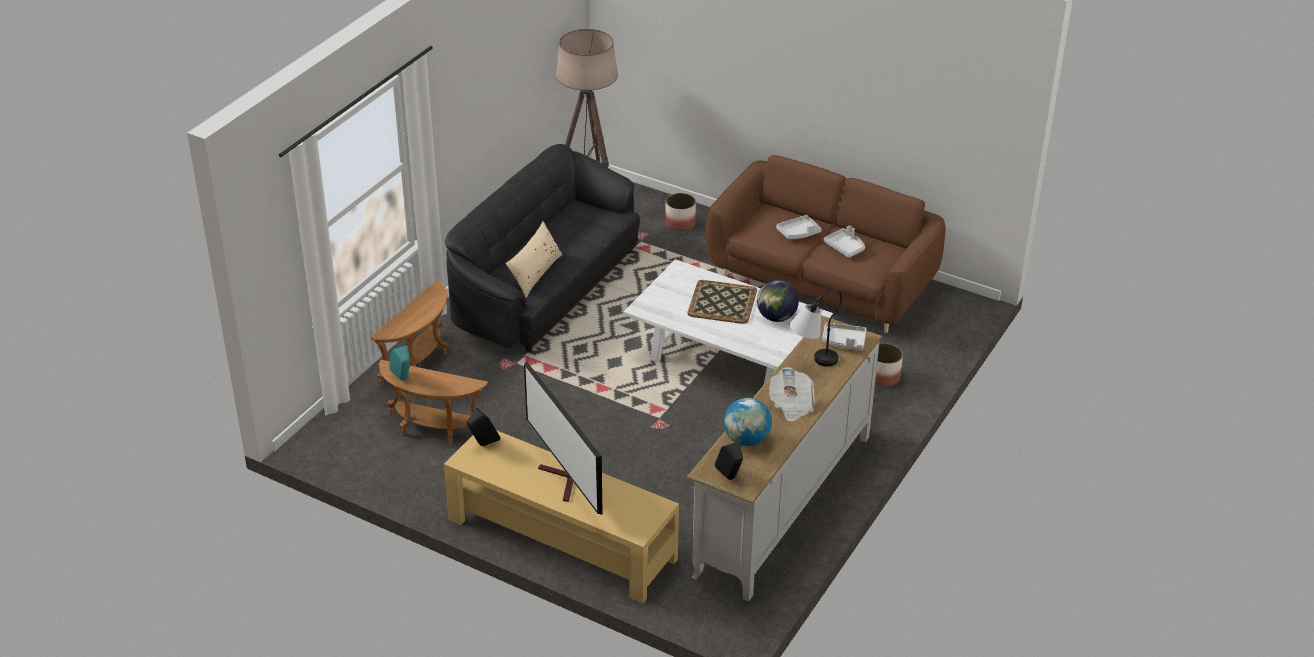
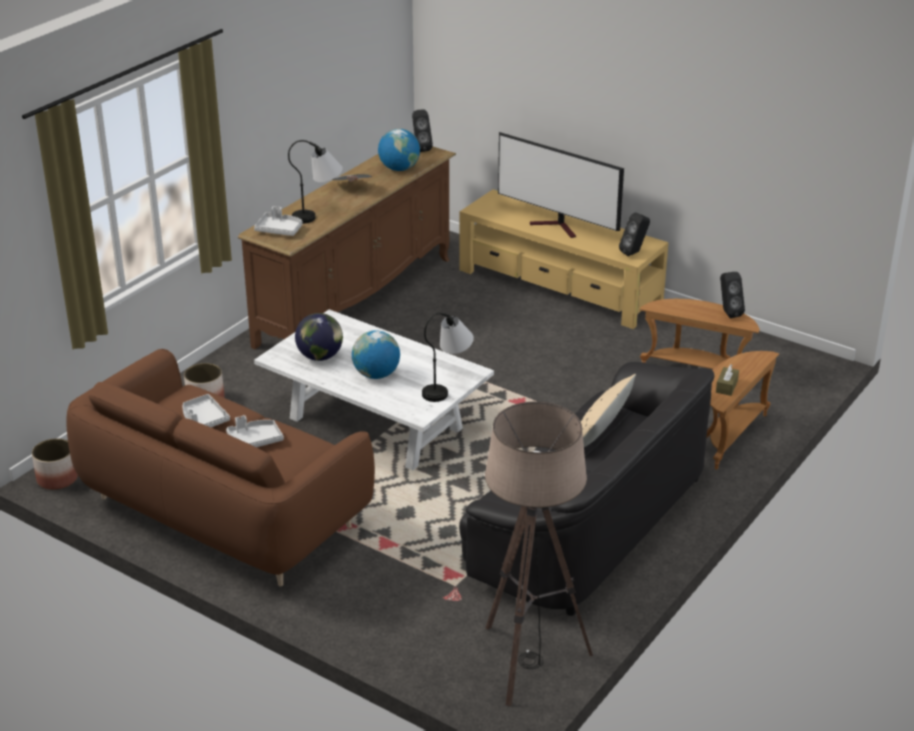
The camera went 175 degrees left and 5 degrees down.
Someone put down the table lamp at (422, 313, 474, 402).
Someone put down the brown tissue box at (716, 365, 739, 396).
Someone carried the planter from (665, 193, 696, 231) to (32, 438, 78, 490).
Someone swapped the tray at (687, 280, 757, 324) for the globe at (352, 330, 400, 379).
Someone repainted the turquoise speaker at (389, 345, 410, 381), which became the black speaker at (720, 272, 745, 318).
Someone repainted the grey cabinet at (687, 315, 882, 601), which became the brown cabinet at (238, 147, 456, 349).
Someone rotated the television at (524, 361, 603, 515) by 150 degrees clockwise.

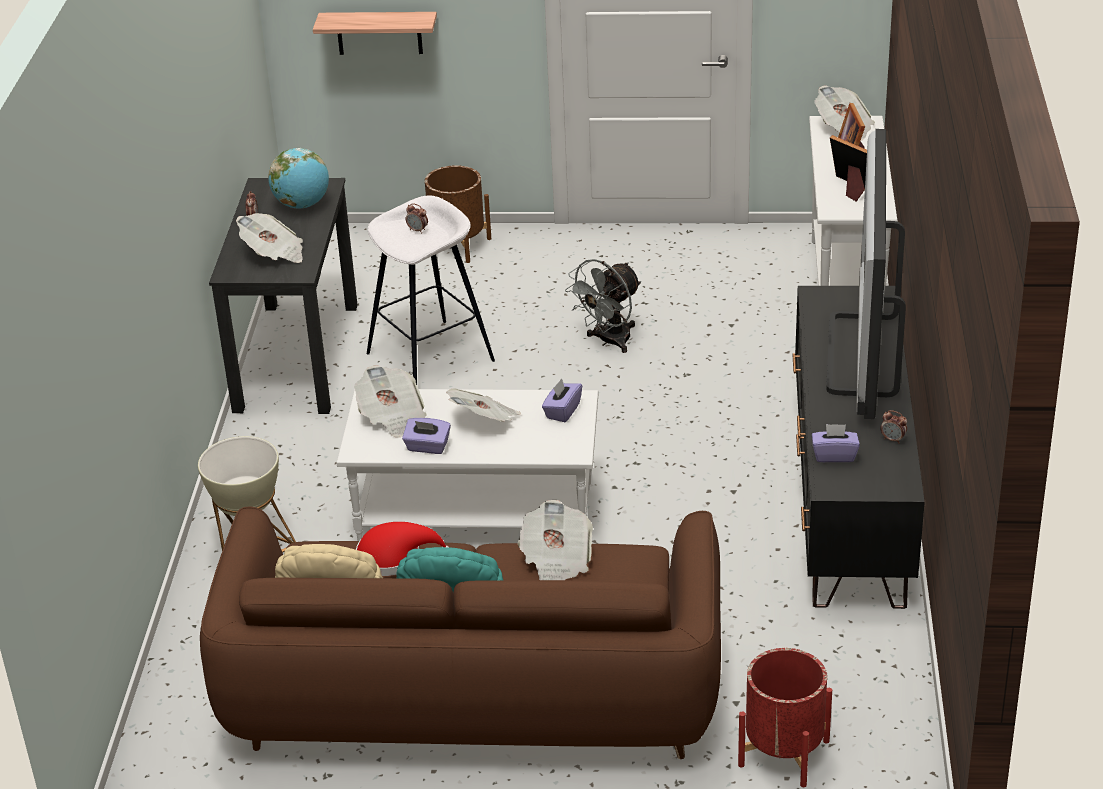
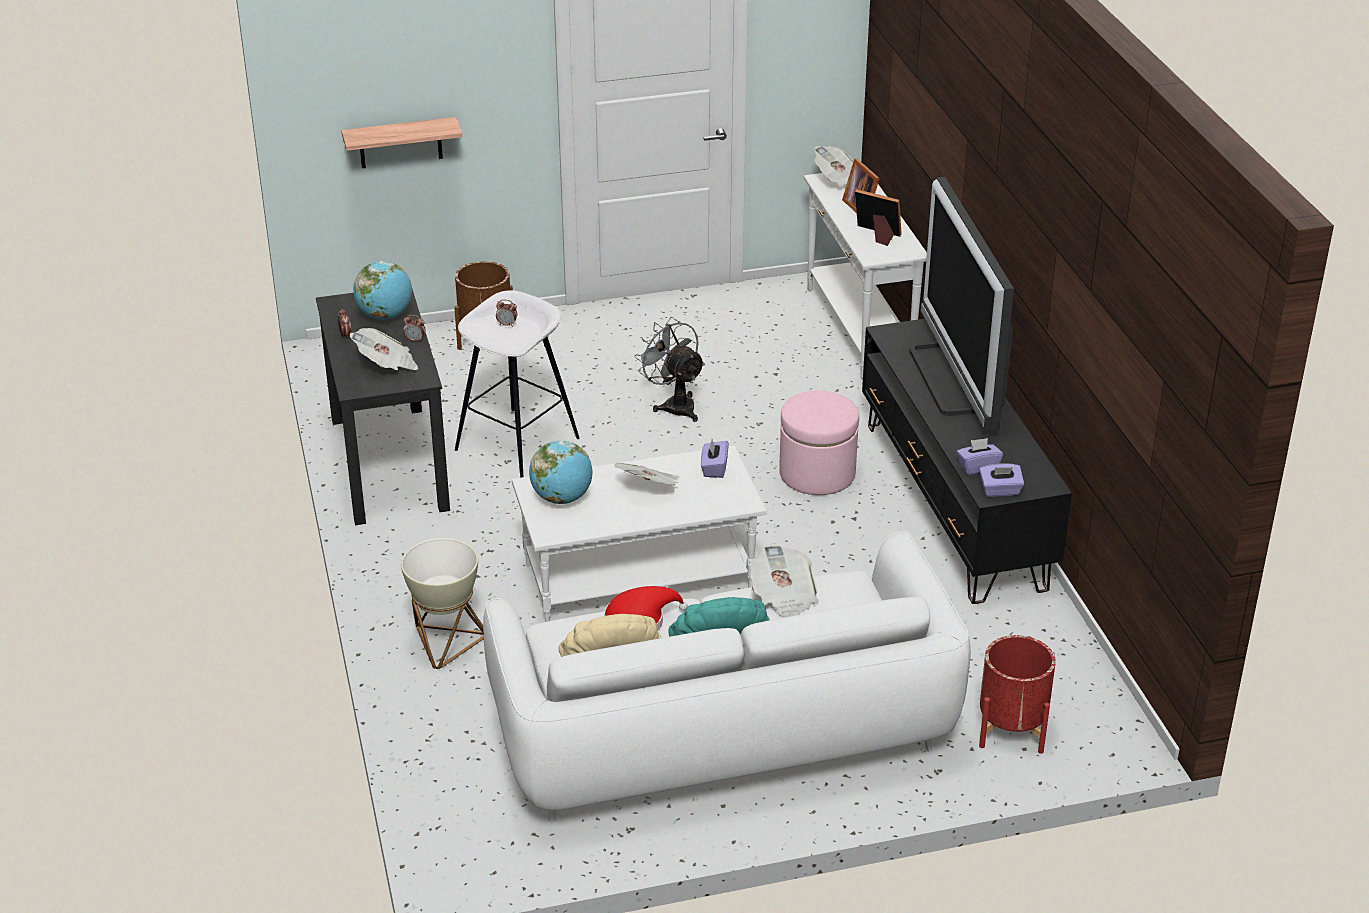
The camera went 20 degrees left and 0 degrees up.
Someone put down the pink ottoman at (779, 391, 859, 495).
Someone carried the purple tissue box from (402, 418, 451, 454) to (979, 464, 1024, 497).
Someone carried the alarm clock from (880, 410, 907, 444) to (403, 315, 426, 343).
Someone swapped the newspaper at (354, 365, 426, 438) for the globe at (529, 441, 593, 504).
Someone repainted the brown sofa at (200, 507, 721, 759), which became the white sofa at (483, 531, 971, 822).
Someone rotated the grey fan at (565, 259, 641, 353) by 120 degrees clockwise.

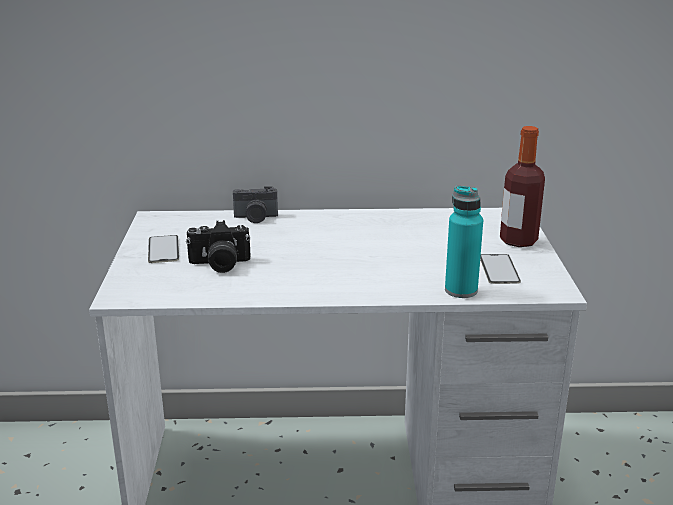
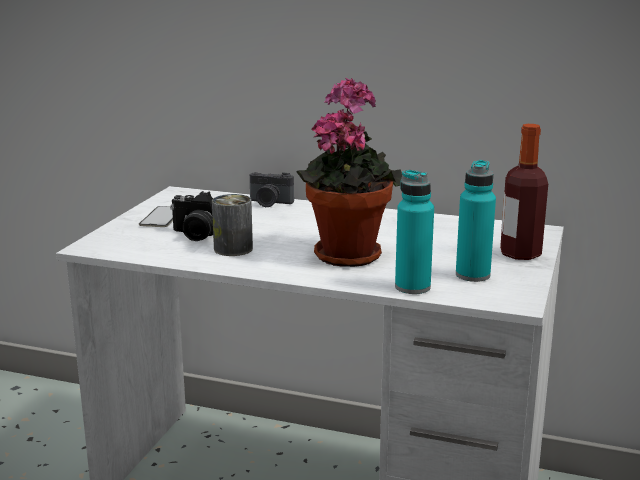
The camera went 20 degrees right and 5 degrees down.
Someone put down the can at (212, 194, 253, 256).
Someone put down the potted plant at (296, 78, 402, 267).
Someone swapped the phone at (480, 254, 521, 284) for the turquoise bottle at (456, 160, 496, 282).

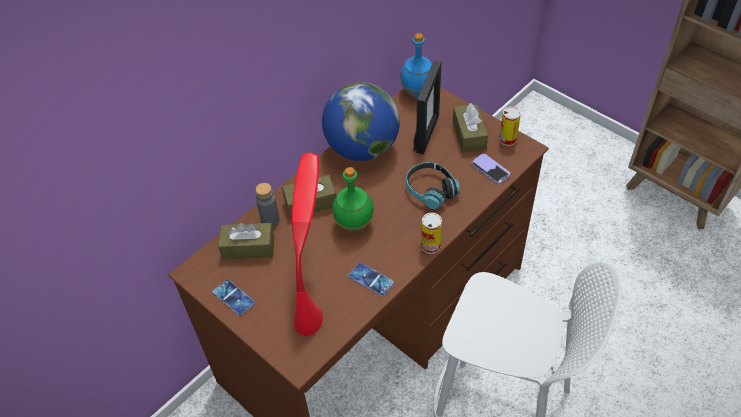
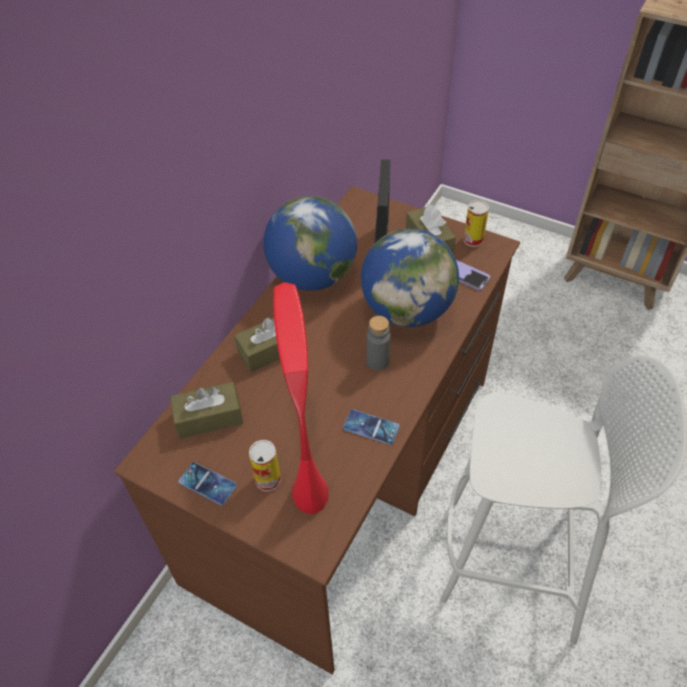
The camera went 15 degrees left and 0 degrees up.
Someone took away the green bottle at (332, 167, 374, 232).
Someone took away the blue bottle at (400, 33, 432, 97).
Someone carried the grey bottle from (256, 183, 280, 227) to (366, 316, 391, 370).
Someone carried the can from (421, 212, 442, 254) to (249, 440, 281, 492).
Someone swapped the headphones at (406, 162, 460, 209) for the globe at (361, 228, 459, 327).

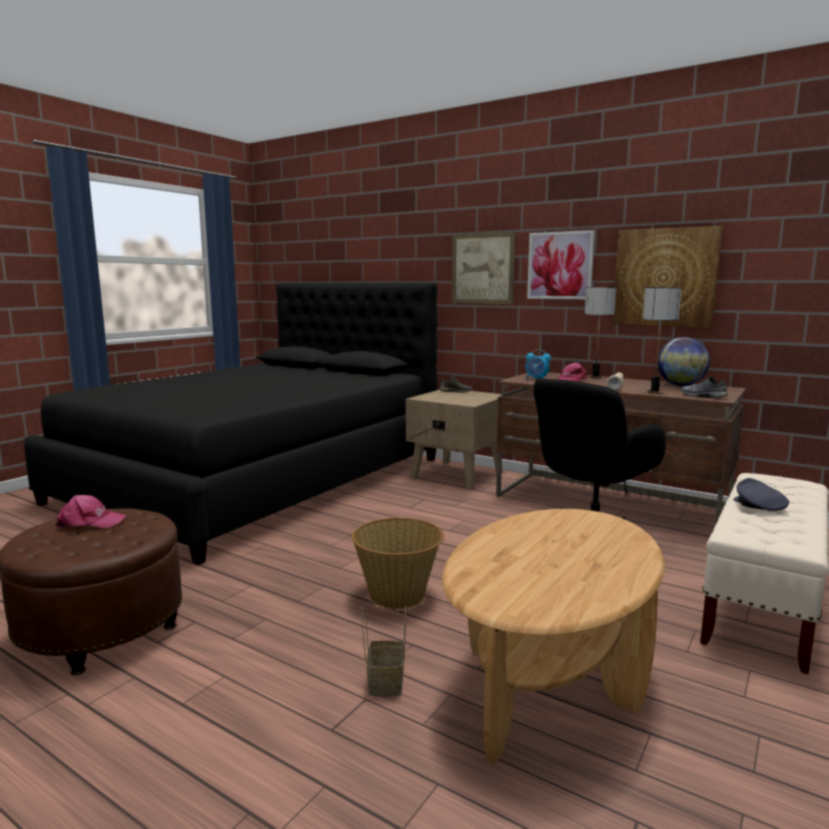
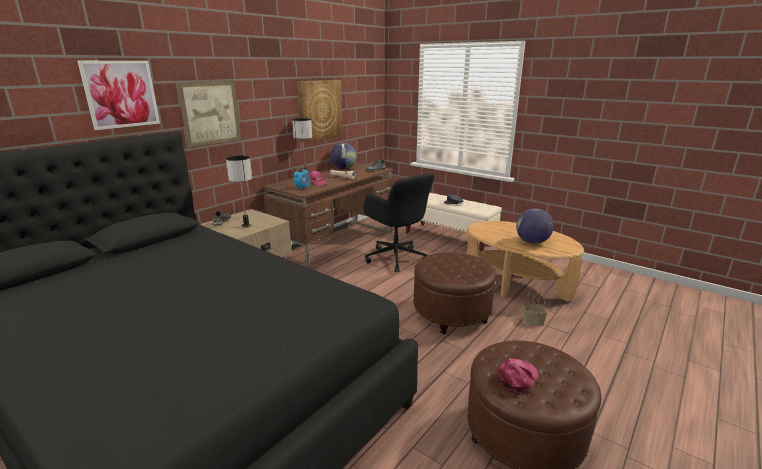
The camera went 85 degrees left and 10 degrees up.
Someone put down the globe at (516, 208, 554, 244).
Someone carried the picture from (527, 230, 595, 299) to (77, 61, 160, 130).
Someone carried the table lamp from (643, 287, 681, 394) to (226, 156, 252, 228).
Someone swapped the basket at (352, 518, 444, 609) for the brown ottoman at (413, 253, 496, 334).
Someone rotated the pink cap at (55, 495, 126, 528) by 45 degrees clockwise.

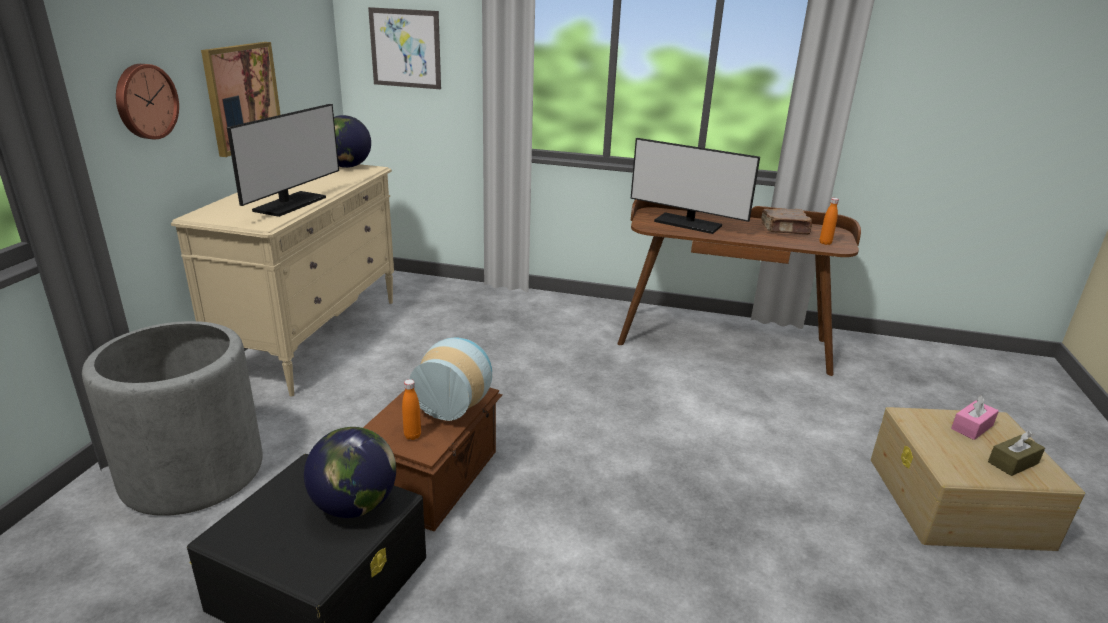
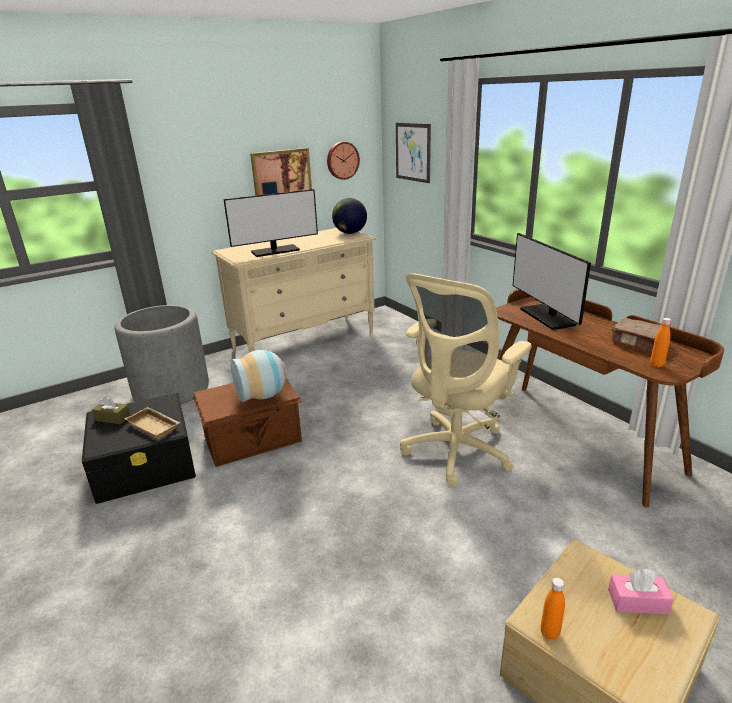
The camera went 45 degrees right and 0 degrees up.
Someone put down the beige office chair at (400, 273, 532, 487).
Someone carried the wall clock from (116, 64, 179, 139) to (327, 142, 360, 180).
Someone carried the orange bottle from (402, 379, 421, 440) to (540, 578, 565, 640).
Someone carried the brown tissue box from (988, 432, 1045, 476) to (92, 396, 131, 424).
Someone swapped the globe at (304, 427, 396, 518) for the beige tray at (124, 407, 180, 439).

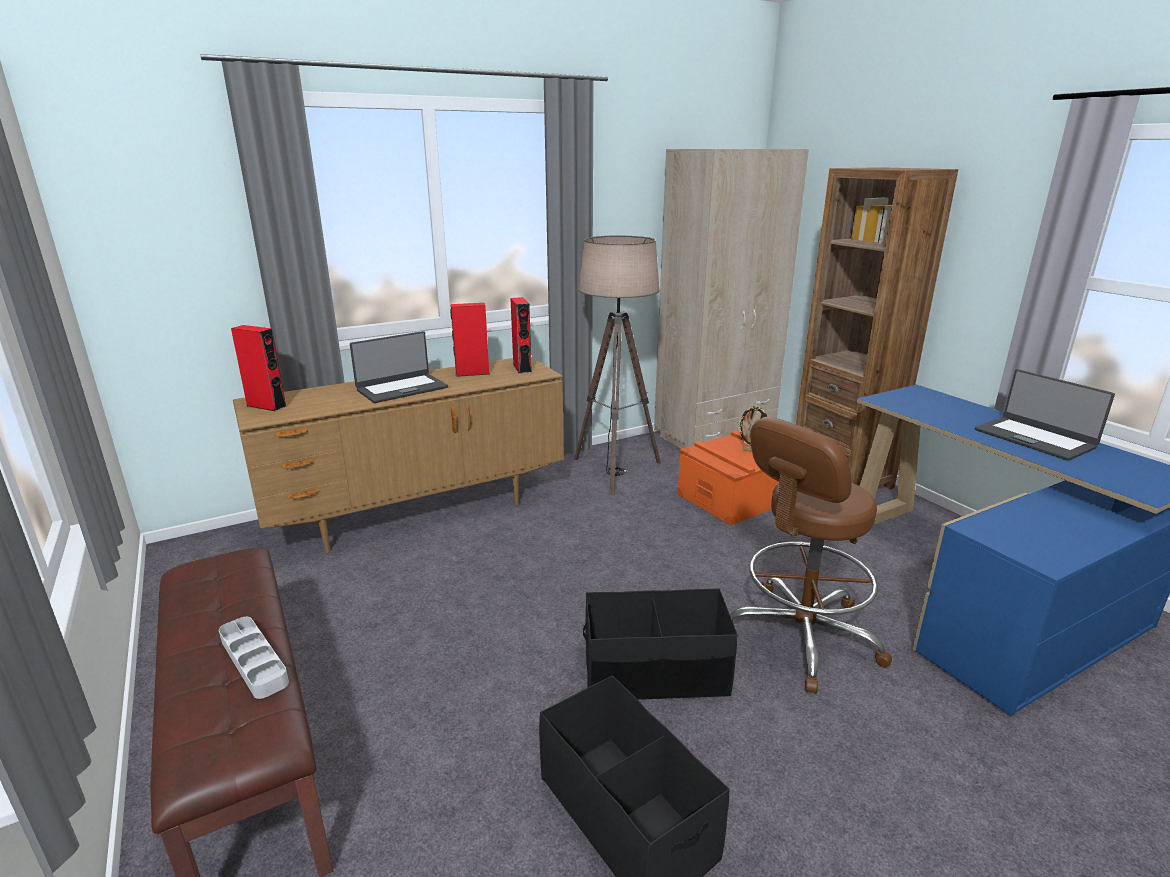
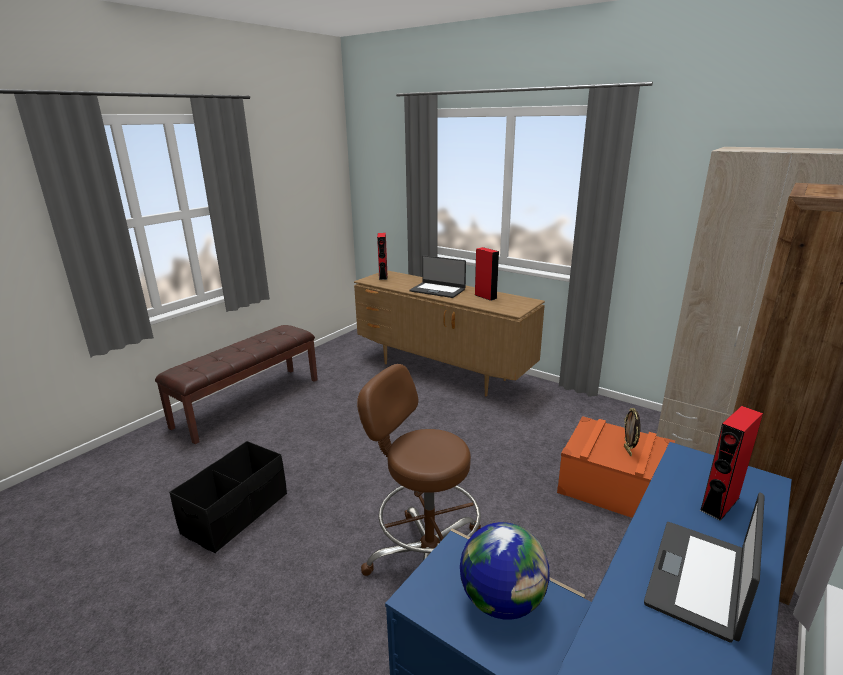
The camera went 65 degrees right and 0 degrees up.
Someone took away the grey tray at (219, 617, 289, 699).
Someone took away the floor lamp at (574, 235, 661, 495).
Someone took away the black storage box at (583, 588, 738, 700).
Someone put down the globe at (460, 522, 550, 619).
Someone carried the red speaker from (510, 297, 532, 373) to (699, 406, 763, 521).

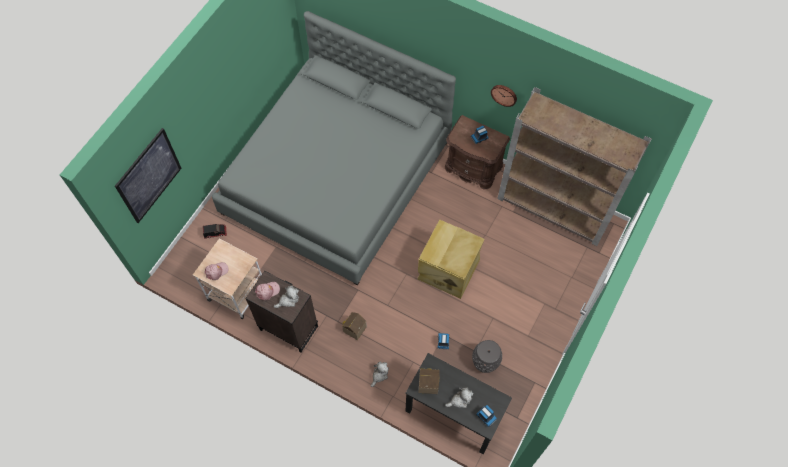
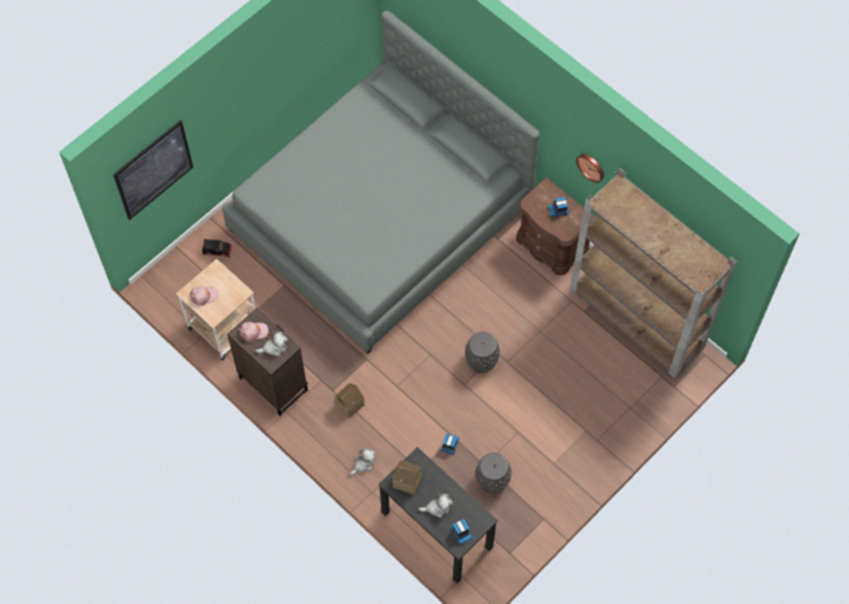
The camera went 15 degrees right and 0 degrees up.
Someone swapped the beige storage box at (418, 219, 485, 299) for the grey stool at (465, 332, 500, 373).

